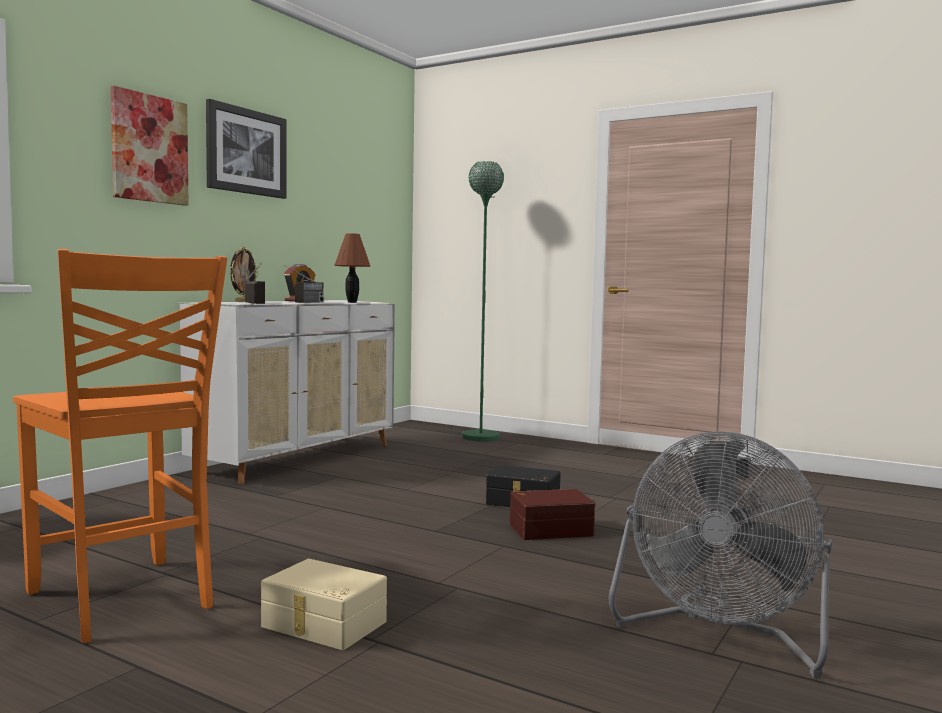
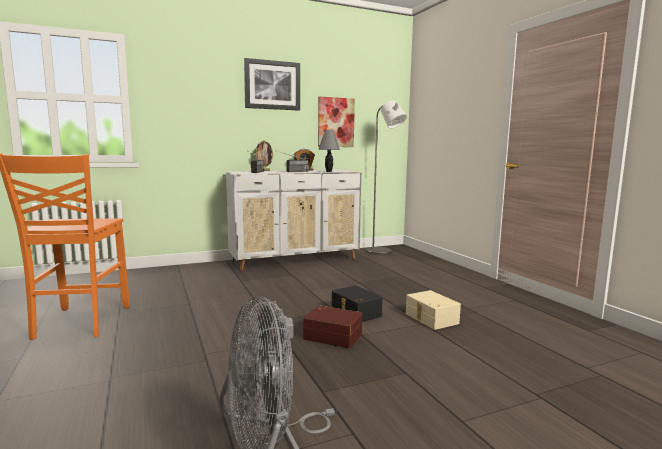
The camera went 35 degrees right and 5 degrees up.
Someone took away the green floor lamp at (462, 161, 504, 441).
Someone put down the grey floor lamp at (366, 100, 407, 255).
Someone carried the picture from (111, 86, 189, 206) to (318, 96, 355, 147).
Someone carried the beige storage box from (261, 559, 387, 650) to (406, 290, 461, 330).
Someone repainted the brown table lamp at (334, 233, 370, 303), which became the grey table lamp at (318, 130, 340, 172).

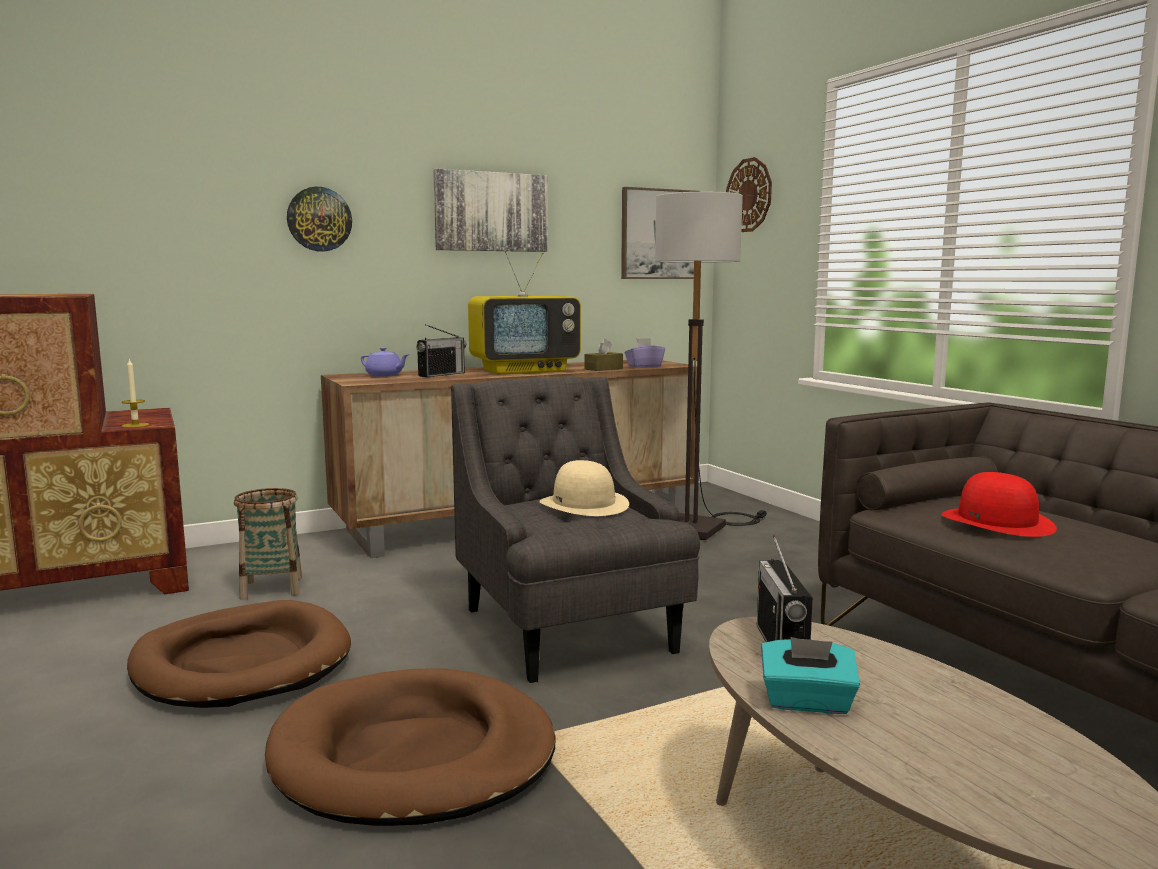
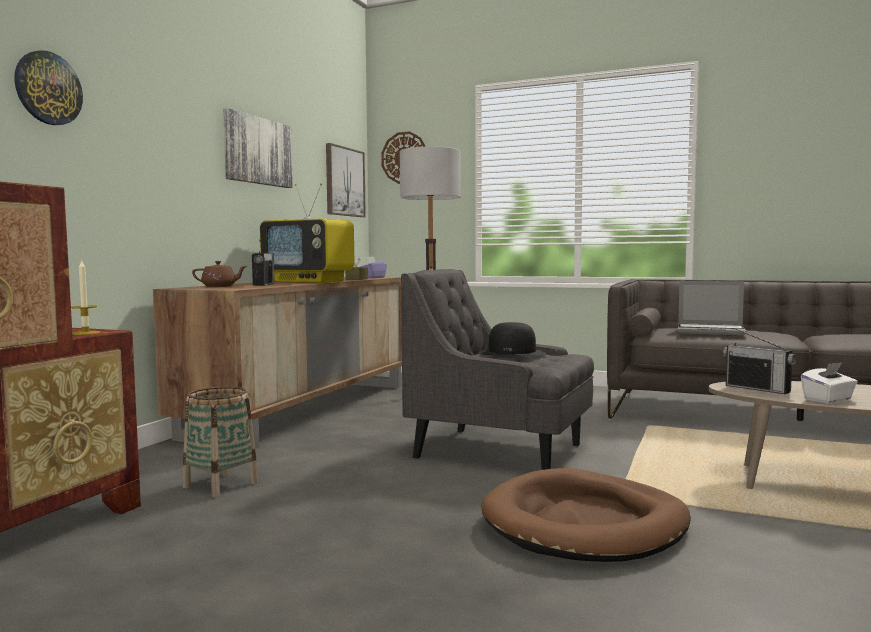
The camera went 40 degrees left and 5 degrees down.
Someone took away the brown dog bed at (127, 600, 351, 708).
Someone carried the wall clock from (287, 187, 352, 252) to (14, 50, 83, 125).
Someone swapped the red hat at (941, 472, 1057, 537) for the laptop at (678, 281, 746, 335).
Someone repainted the purple teapot at (361, 347, 410, 377), which became the brown teapot at (192, 261, 247, 287).
Someone repainted the beige hat at (539, 460, 629, 516), which became the black hat at (478, 322, 546, 356).
Someone repainted the turquoise tissue box at (761, 637, 860, 714), which became the white tissue box at (801, 362, 857, 404).
Someone rotated the television at (468, 250, 581, 375) by 90 degrees clockwise.

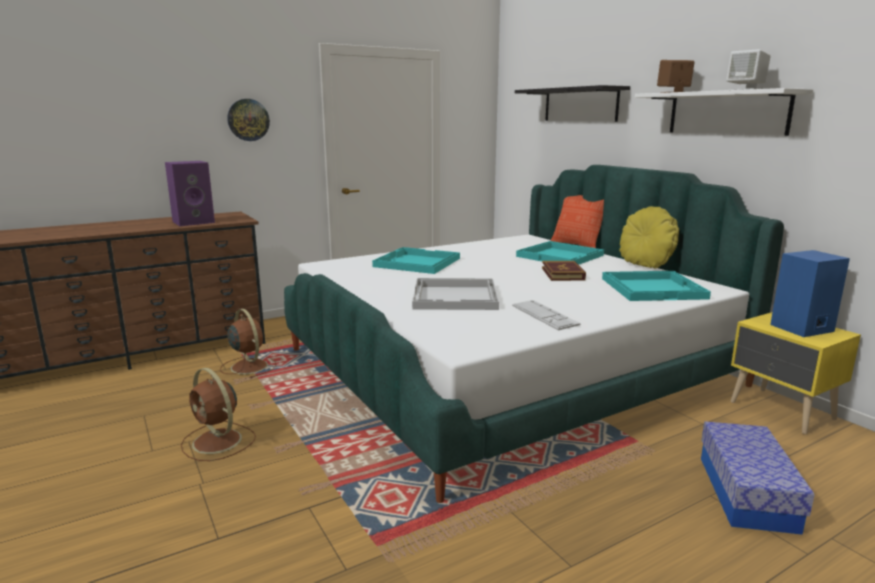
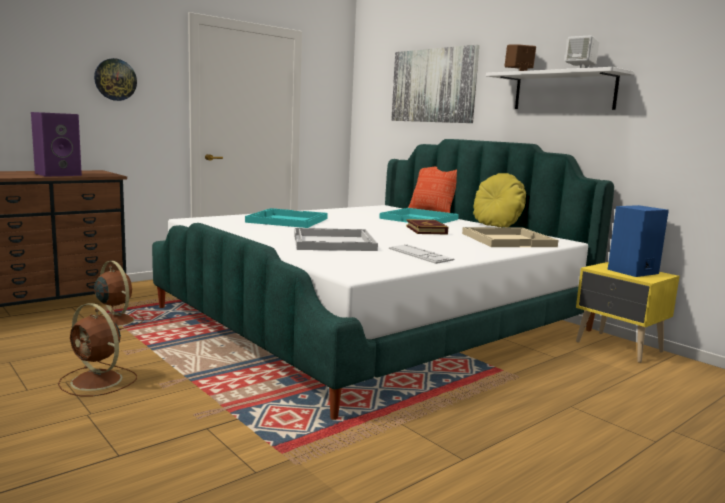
The camera went 10 degrees left and 5 degrees down.
Someone took away the storage box at (701, 421, 814, 535).
Someone swapped the black shelf at (515, 85, 630, 122) for the picture at (391, 45, 479, 123).
Someone repainted the turquoise tray at (602, 271, 711, 301), which became the beige tray at (462, 227, 558, 247).

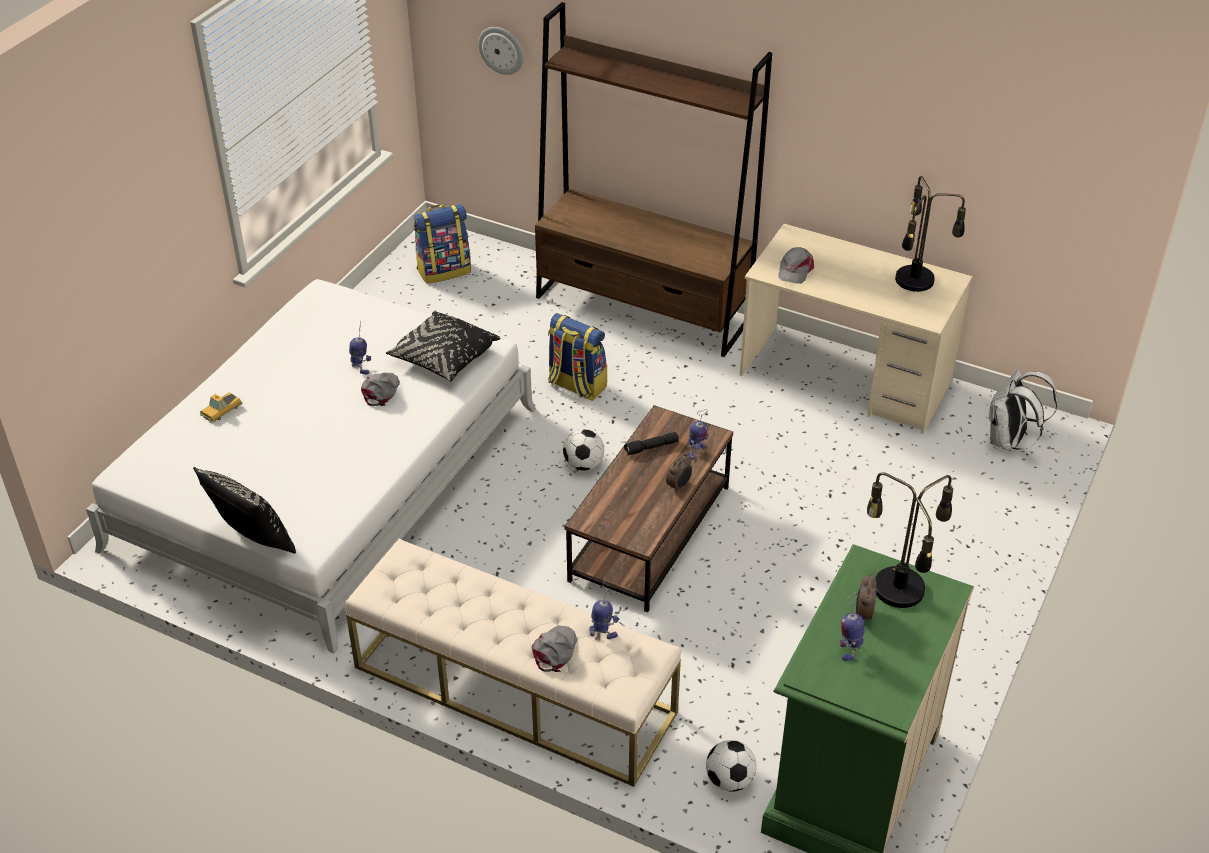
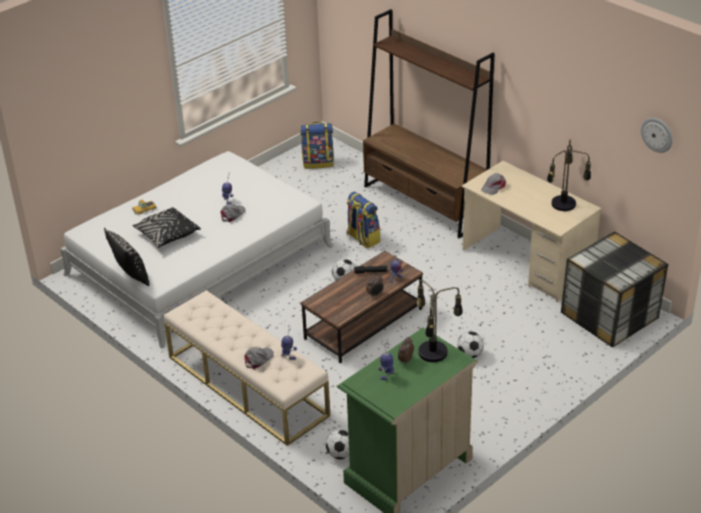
The camera went 20 degrees right and 5 degrees down.
Someone put down the football at (457, 332, 484, 358).
Someone carried the black pillow from (386, 311, 501, 382) to (132, 207, 201, 248).
Someone carried the wall clock from (478, 27, 524, 75) to (641, 118, 673, 153).
Someone swapped the white backpack at (989, 369, 1057, 451) for the storage box at (561, 231, 668, 348).

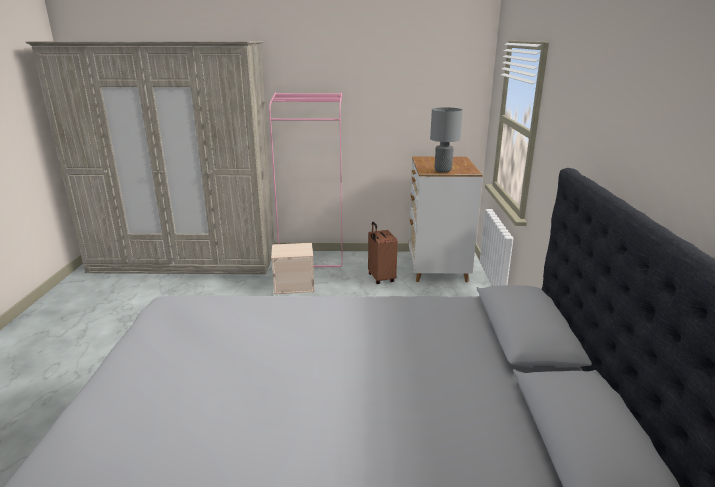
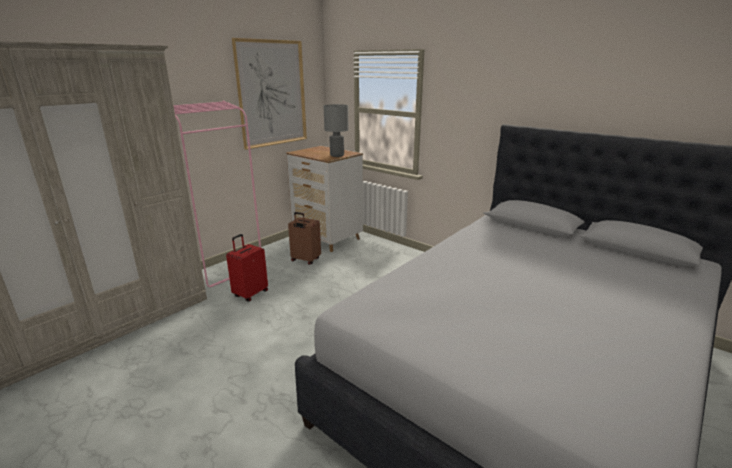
The camera went 50 degrees left and 0 degrees up.
Someone put up the picture at (232, 38, 307, 150).
Someone swapped the beige storage box at (271, 243, 315, 294) for the red suitcase at (226, 234, 268, 301).

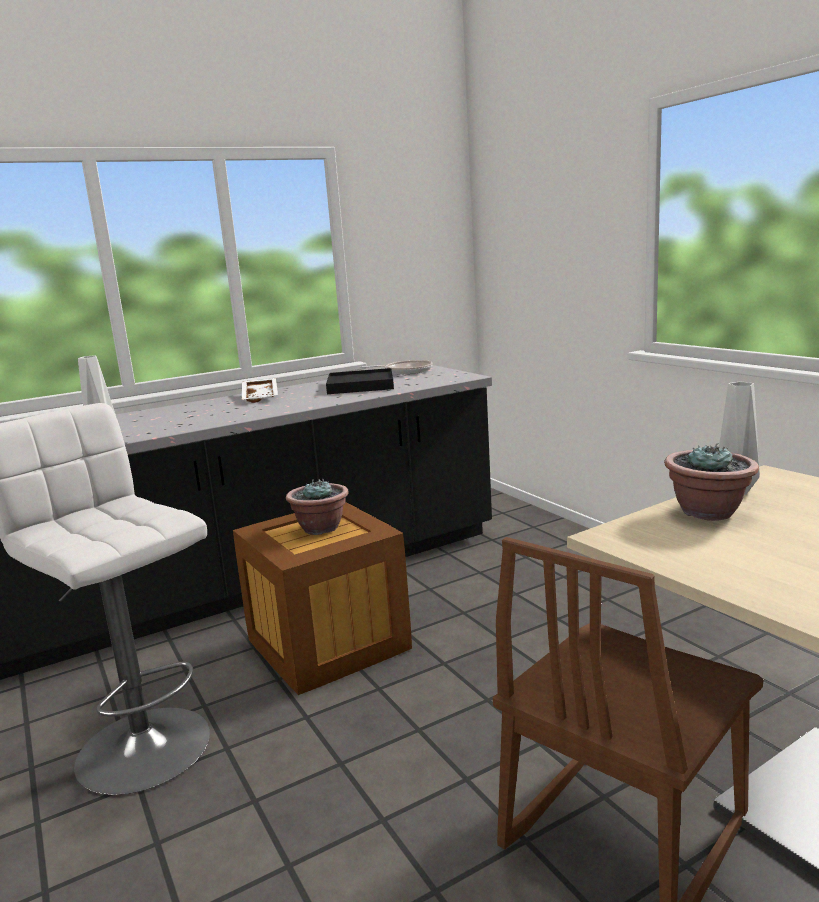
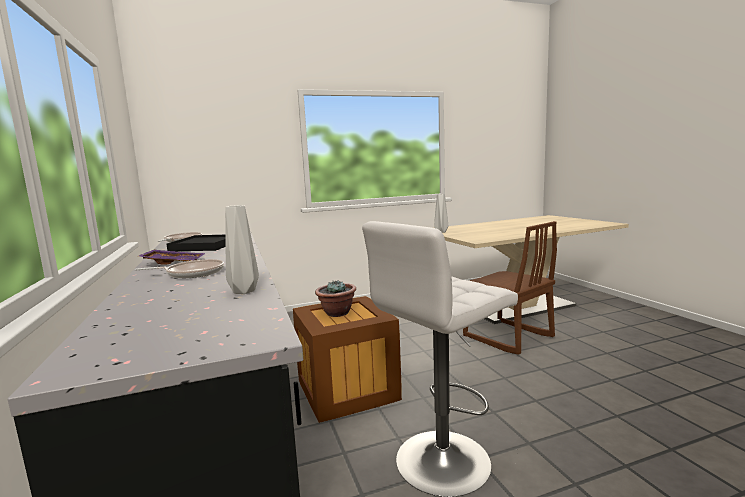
The camera went 80 degrees left and 5 degrees down.
Someone took away the potted plant at (664, 443, 759, 521).
Someone put down the frying pan at (134, 259, 224, 278).
Someone repainted the white tray at (242, 378, 278, 403), which became the purple tray at (139, 250, 205, 264).

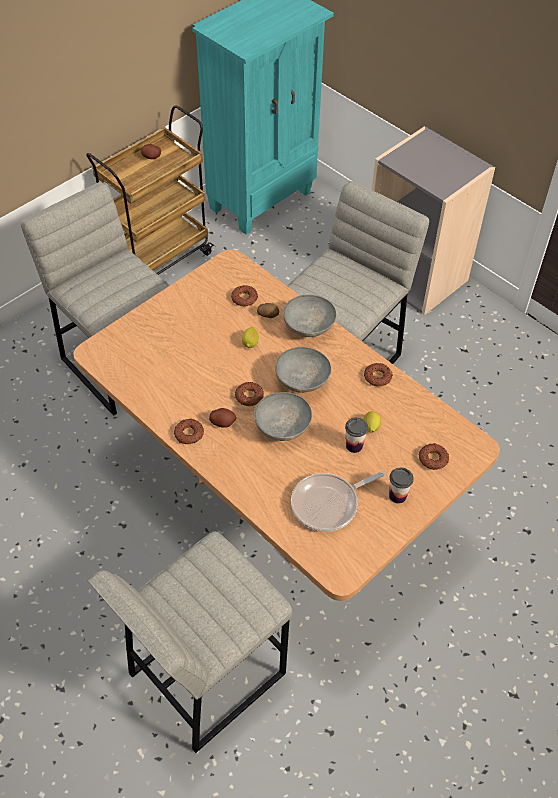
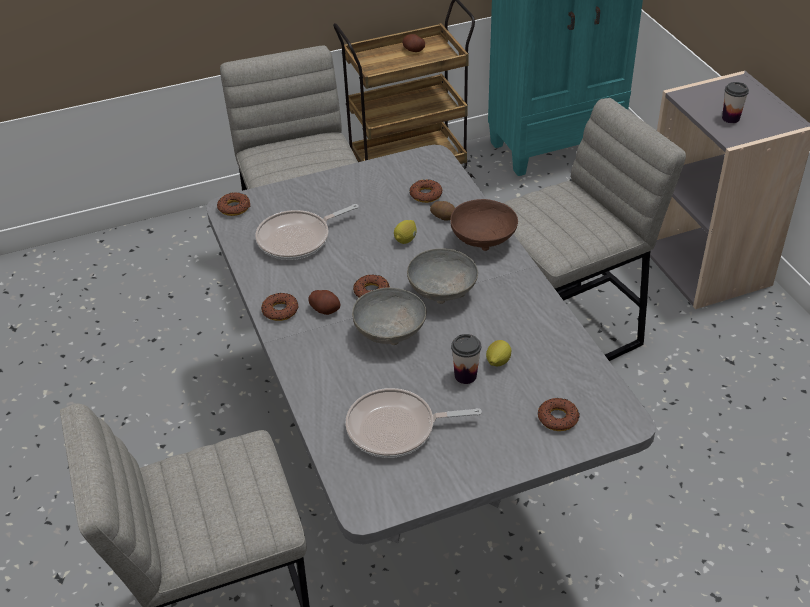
The camera went 25 degrees right and 10 degrees down.
Someone put down the frying pan at (255, 204, 359, 260).
Someone carried the donut from (364, 363, 392, 387) to (217, 192, 250, 216).
Someone carried the cup from (389, 468, 414, 503) to (722, 82, 749, 123).
Someone repainted the brown dining table at (73, 249, 500, 601), which became the grey dining table at (206, 145, 655, 545).
Someone repainted the grey bowl at (283, 295, 337, 337), which became the brown bowl at (450, 199, 518, 251).

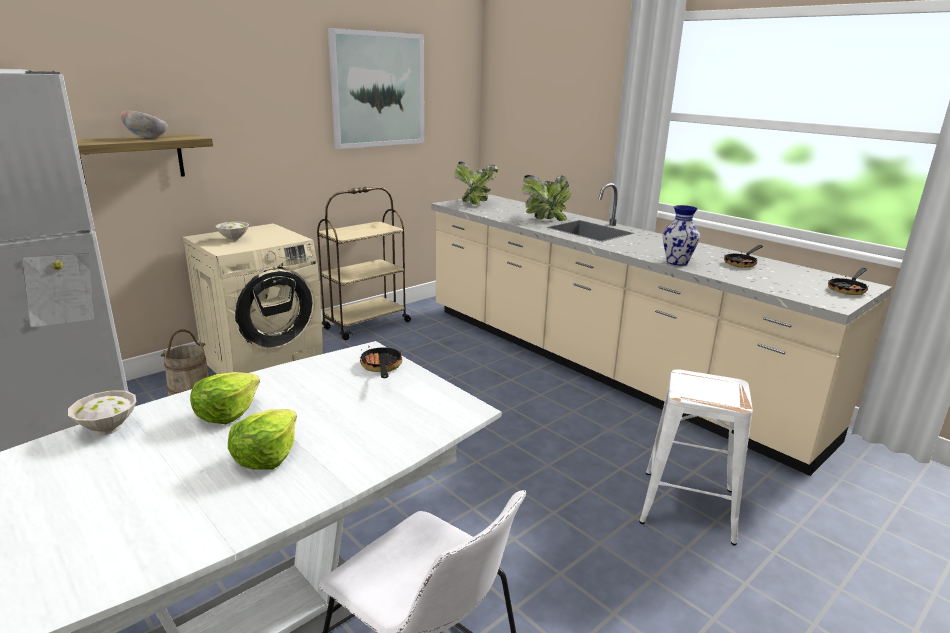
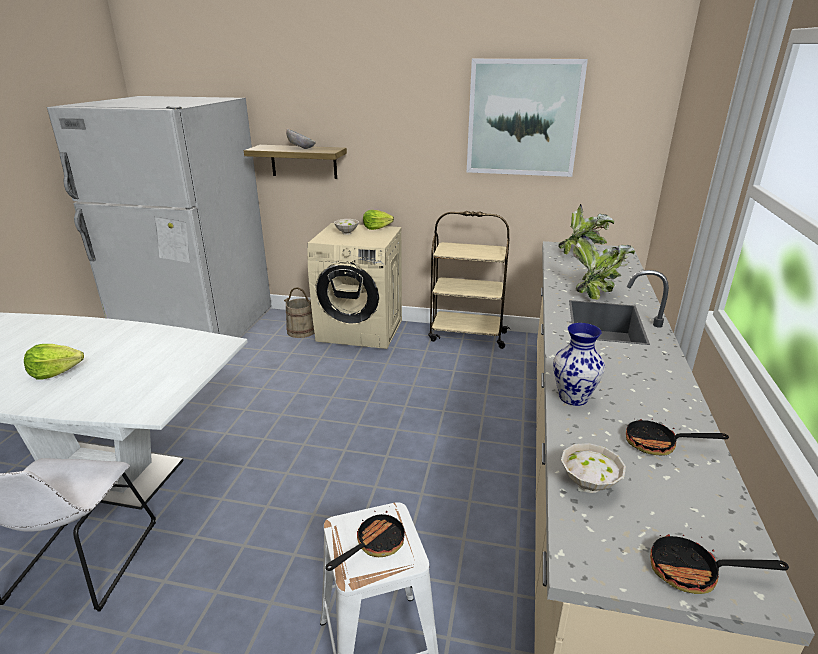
The camera went 55 degrees right and 5 degrees up.
Someone carried the white bowl from (68, 390, 136, 435) to (561, 443, 626, 493).
Someone carried the lettuce from (190, 372, 260, 424) to (363, 210, 394, 230).
Someone carried the frying pan from (360, 346, 402, 378) to (325, 511, 405, 571).

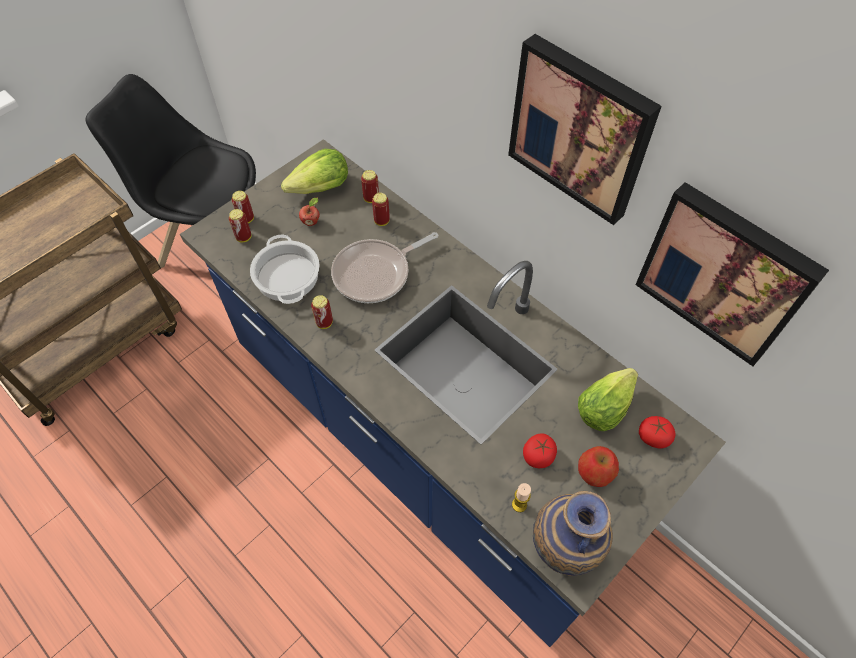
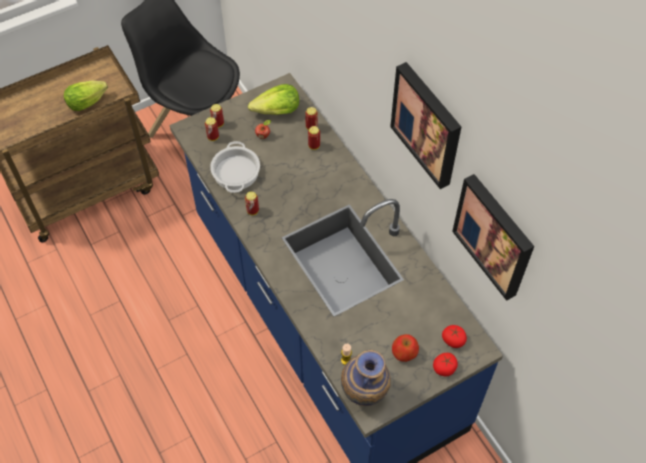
The camera went 15 degrees right and 0 degrees up.
Someone took away the frying pan at (331, 232, 438, 303).
Someone carried the tomato from (523, 433, 557, 468) to (433, 353, 458, 376).
Someone carried the lettuce from (578, 368, 638, 431) to (64, 81, 108, 111).

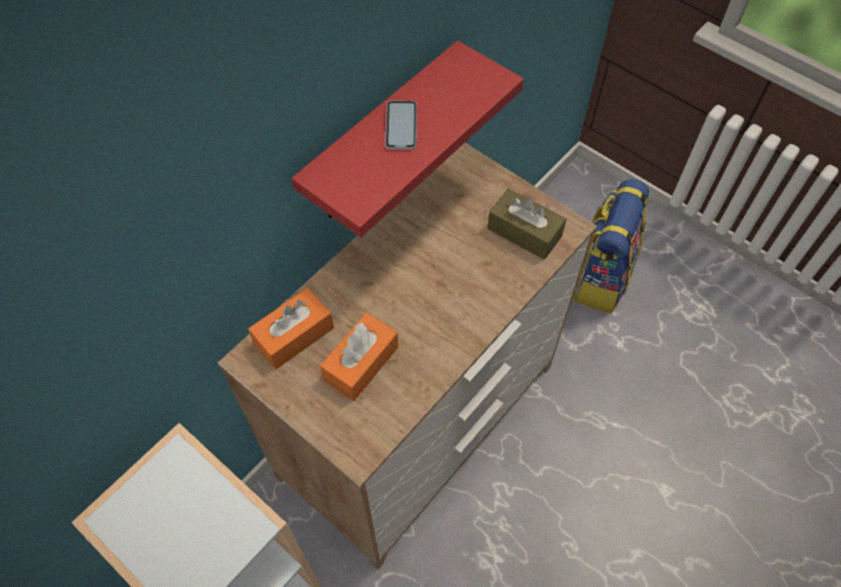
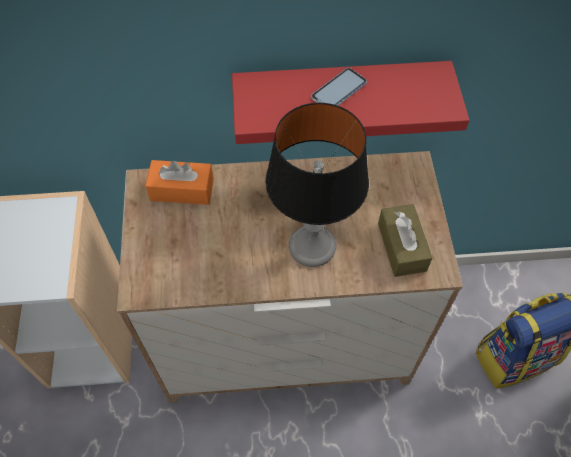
The camera went 45 degrees right and 0 degrees up.
Someone took away the orange tissue box at (320, 313, 398, 401).
Someone put down the table lamp at (265, 103, 369, 267).

